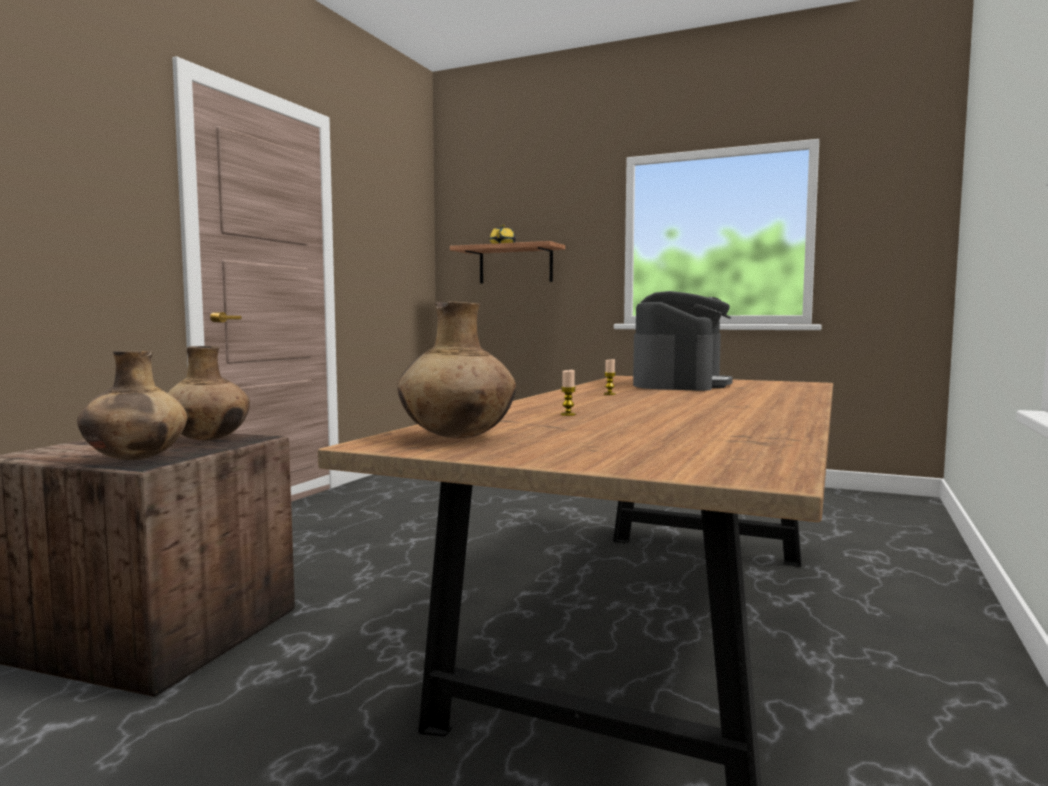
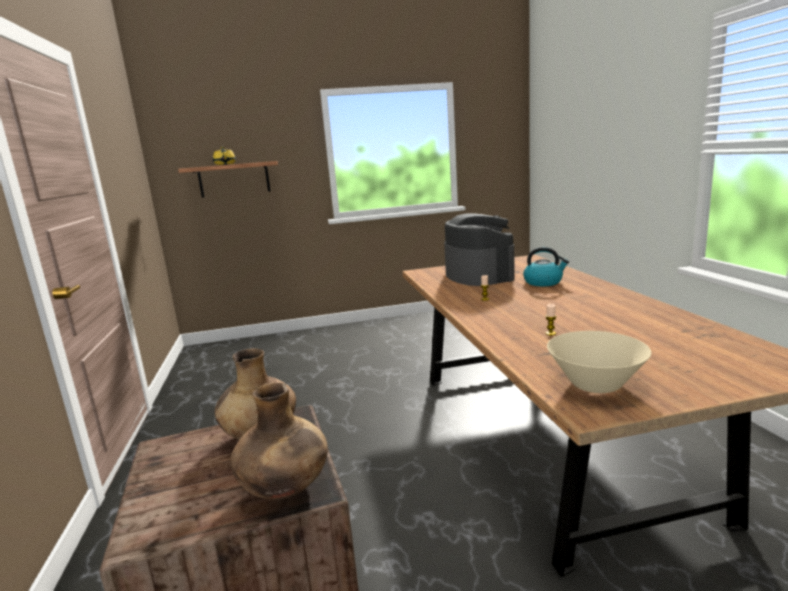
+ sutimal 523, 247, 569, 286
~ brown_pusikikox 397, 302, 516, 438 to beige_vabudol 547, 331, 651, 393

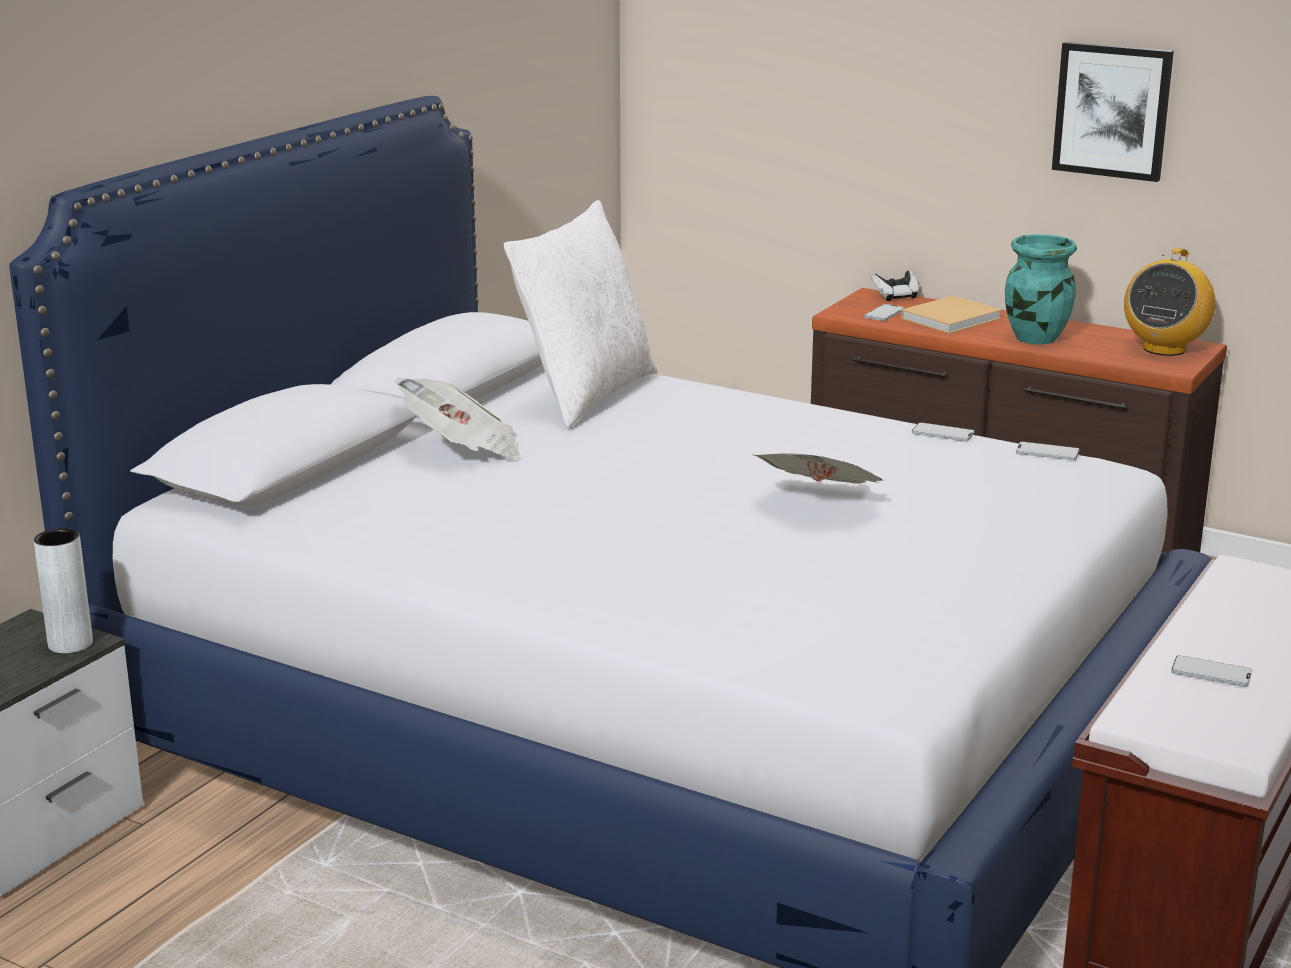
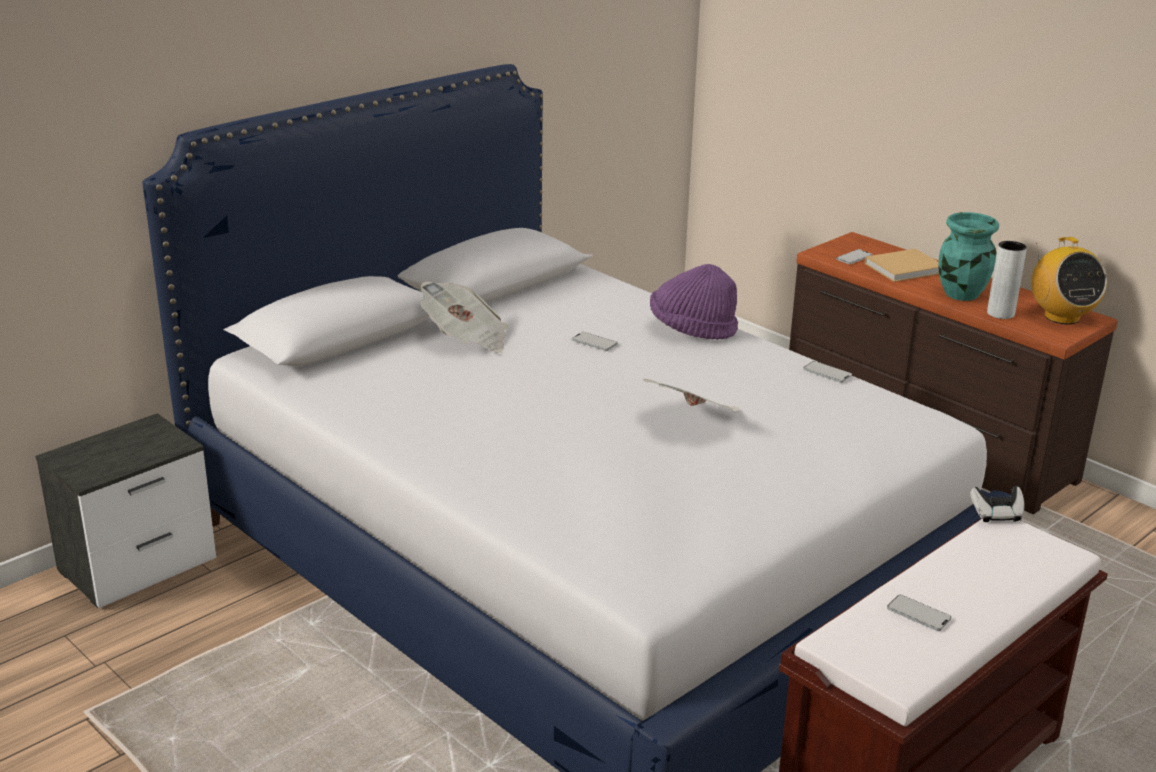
- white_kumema 504, 200, 658, 428
- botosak 1052, 42, 1174, 182
+ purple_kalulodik 650, 264, 738, 340
~ grey_pusikikox 34, 528, 93, 654 to 987, 241, 1027, 319
~ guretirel 871, 271, 919, 301 to 970, 486, 1025, 522
~ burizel 1016, 442, 1079, 460 to 572, 332, 618, 351
~ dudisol 1124, 248, 1216, 356 = 1031, 237, 1107, 324 60 degrees counterclockwise

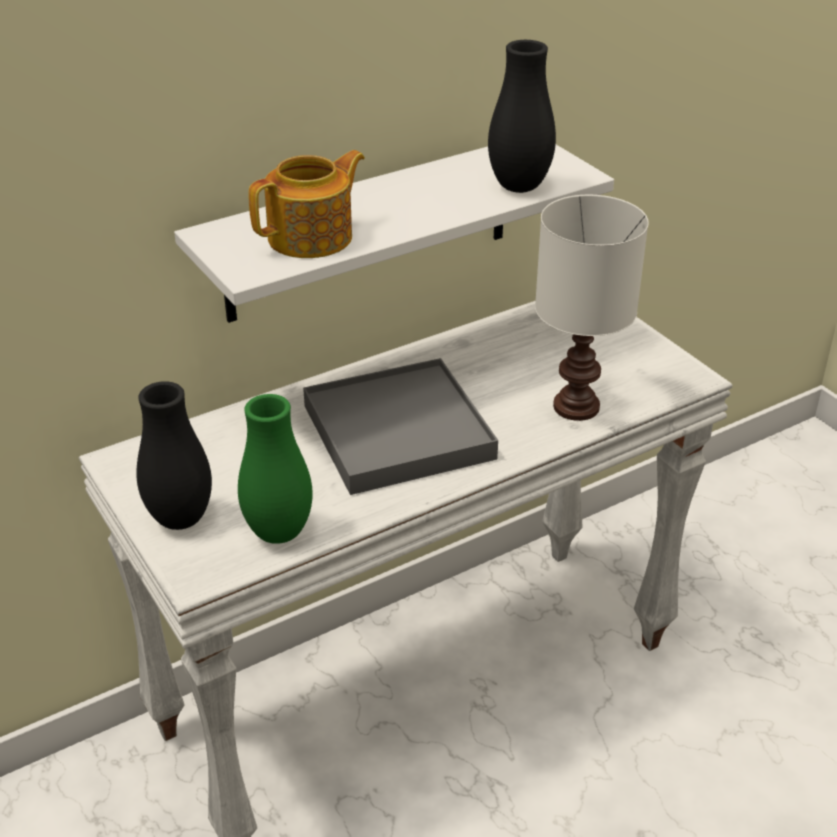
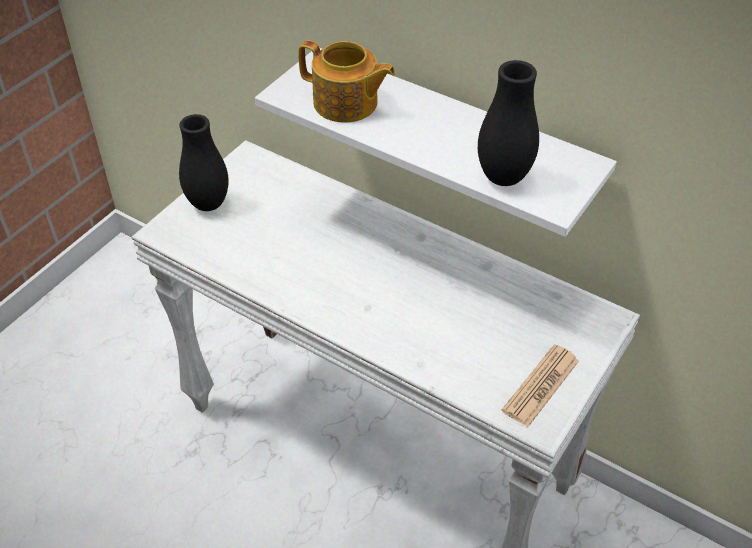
- green_pusikikox 238, 394, 313, 544
- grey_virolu 303, 358, 498, 495
- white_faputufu 535, 195, 649, 421
+ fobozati 502, 344, 579, 427

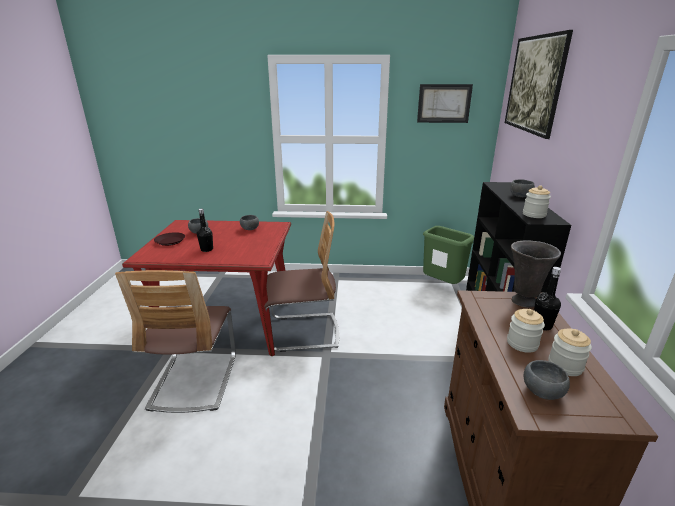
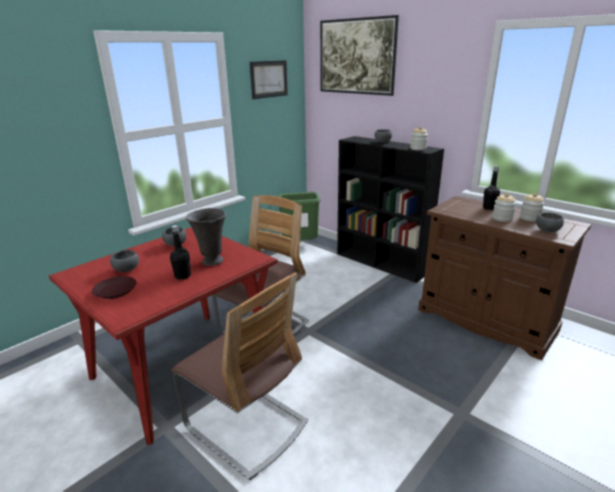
~ grey_pusikikox 511, 240, 561, 308 to 186, 208, 226, 266

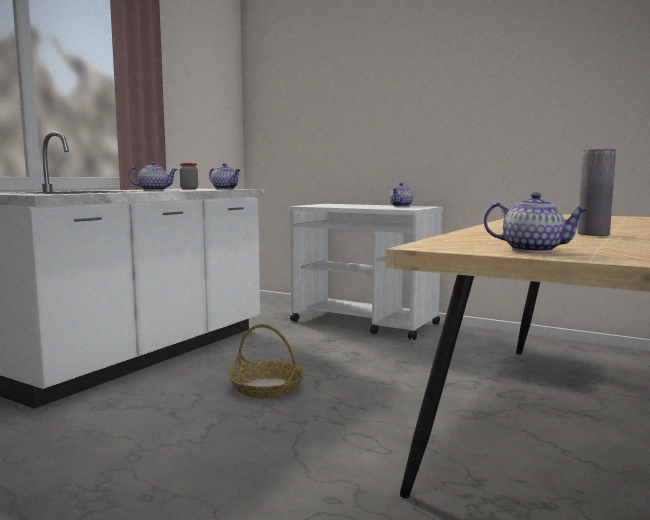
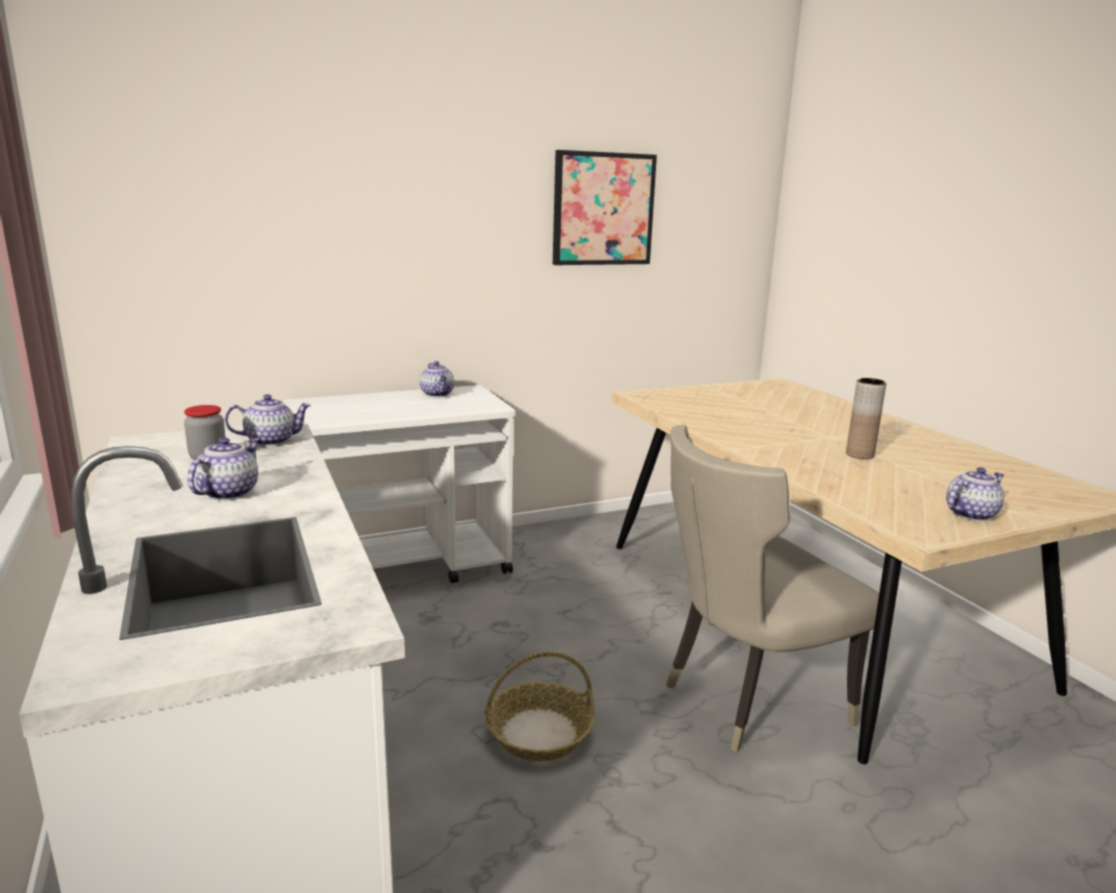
+ botosak 553, 150, 657, 265
+ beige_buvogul 666, 425, 879, 753
~ grey_pusikikox 577, 149, 616, 236 to brown_pusikikox 846, 378, 886, 459

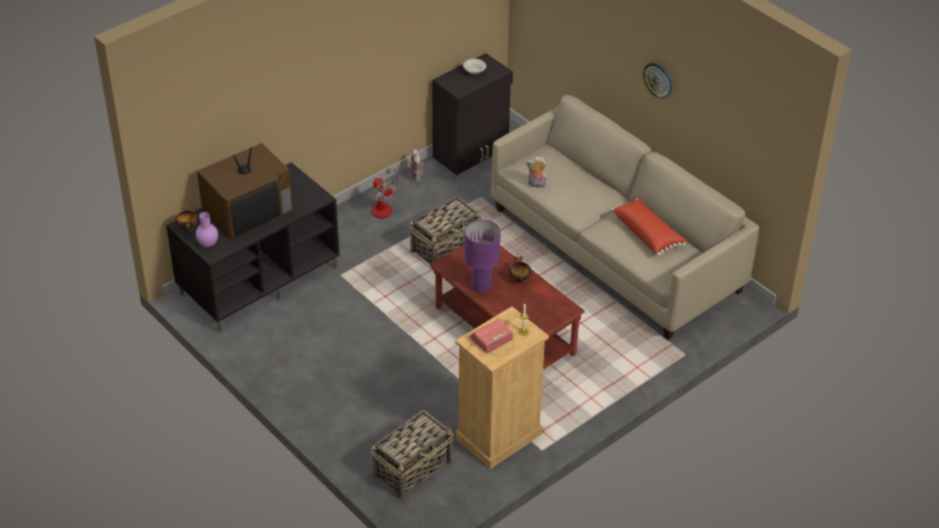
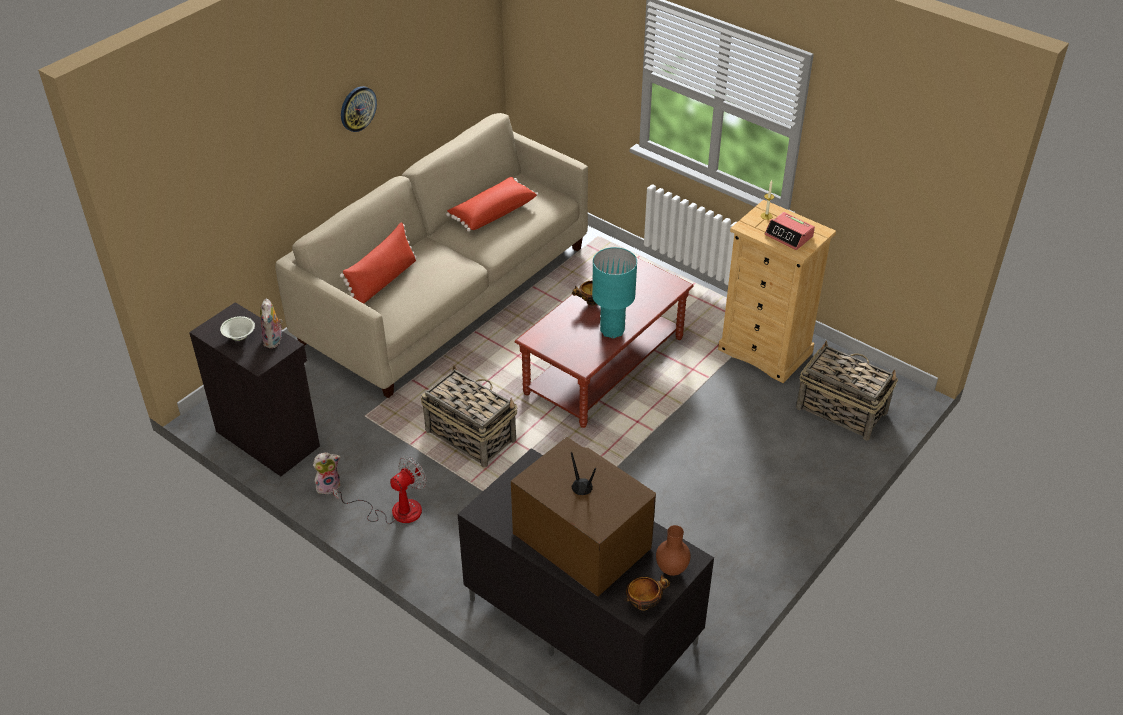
+ red_kumema 340, 222, 417, 304
~ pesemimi 526, 157, 547, 188 to 260, 299, 283, 348
~ purple_pusikikox 196, 212, 218, 247 to brown_pusikikox 656, 525, 691, 576
~ purple_faputufu 465, 220, 501, 293 to turquoise_faputufu 592, 247, 637, 338

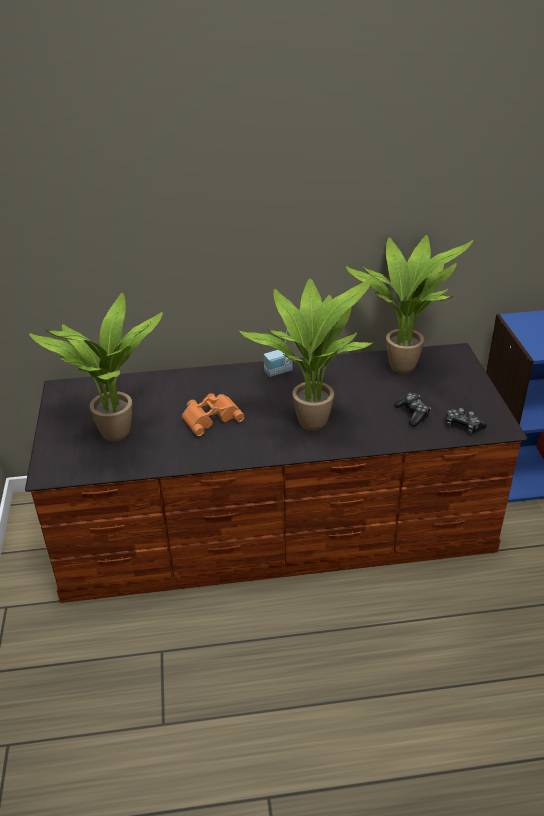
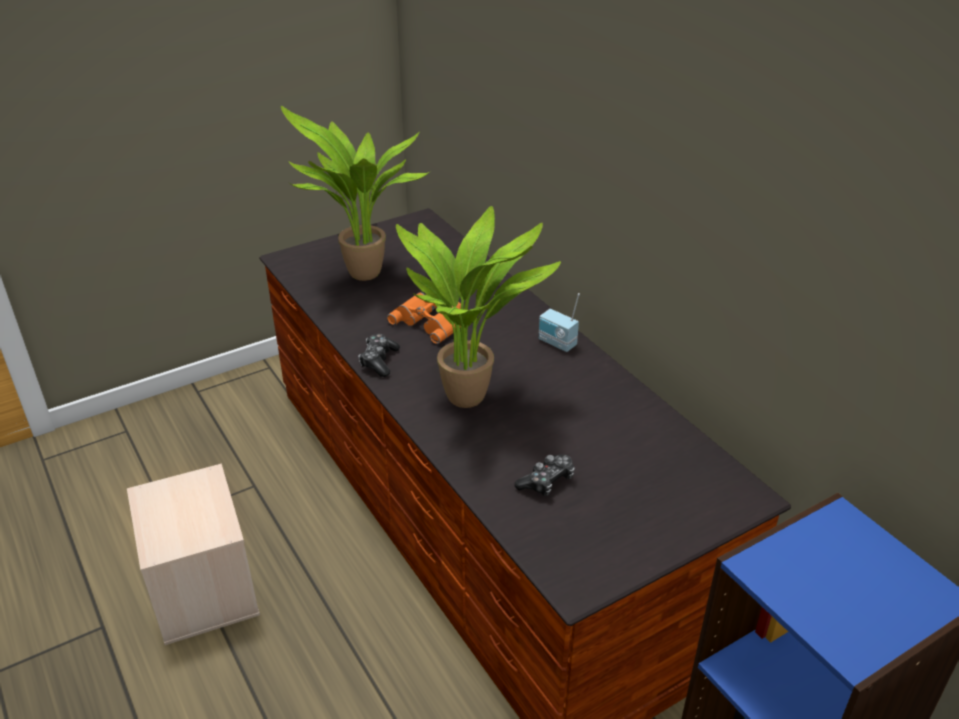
- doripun 346, 235, 473, 373
+ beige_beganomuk 127, 464, 260, 645
~ guretirel 446, 408, 487, 433 to 358, 334, 400, 377

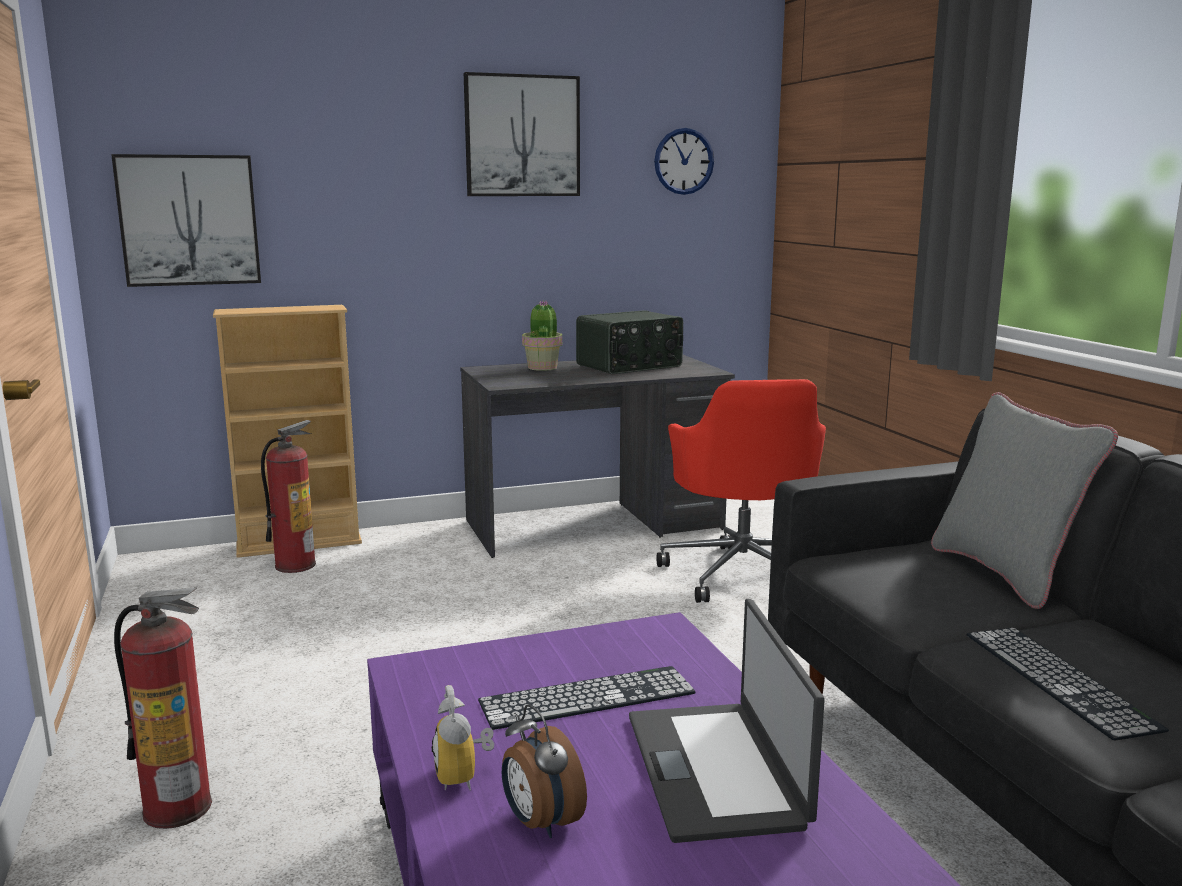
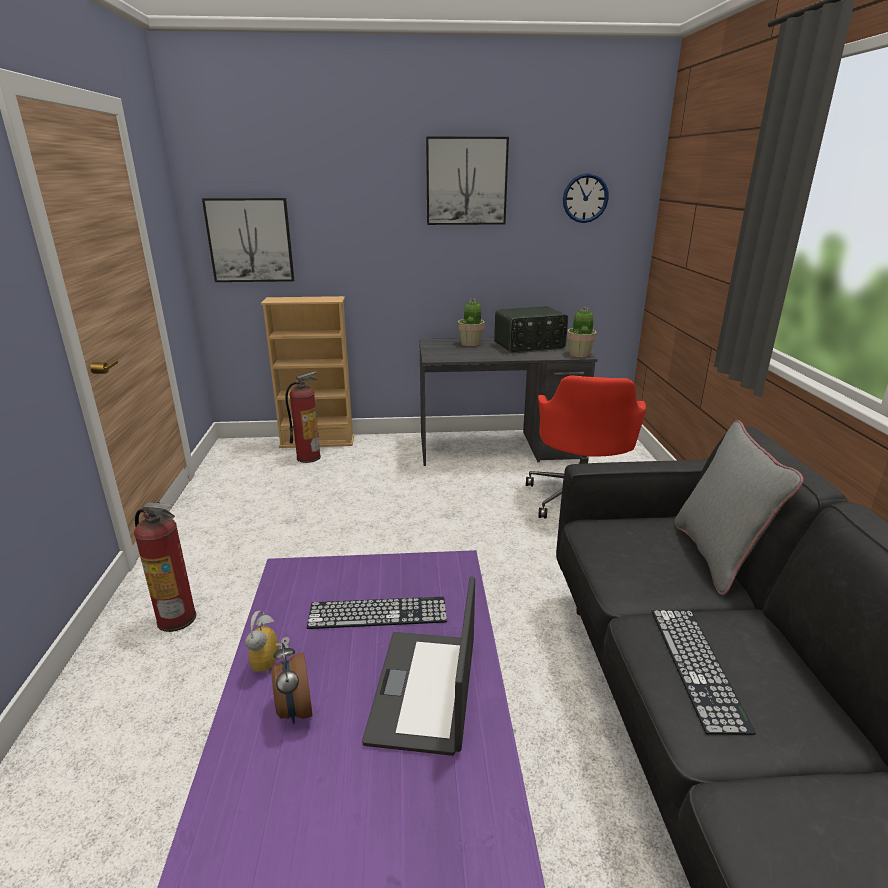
+ doripun 567, 306, 597, 357

